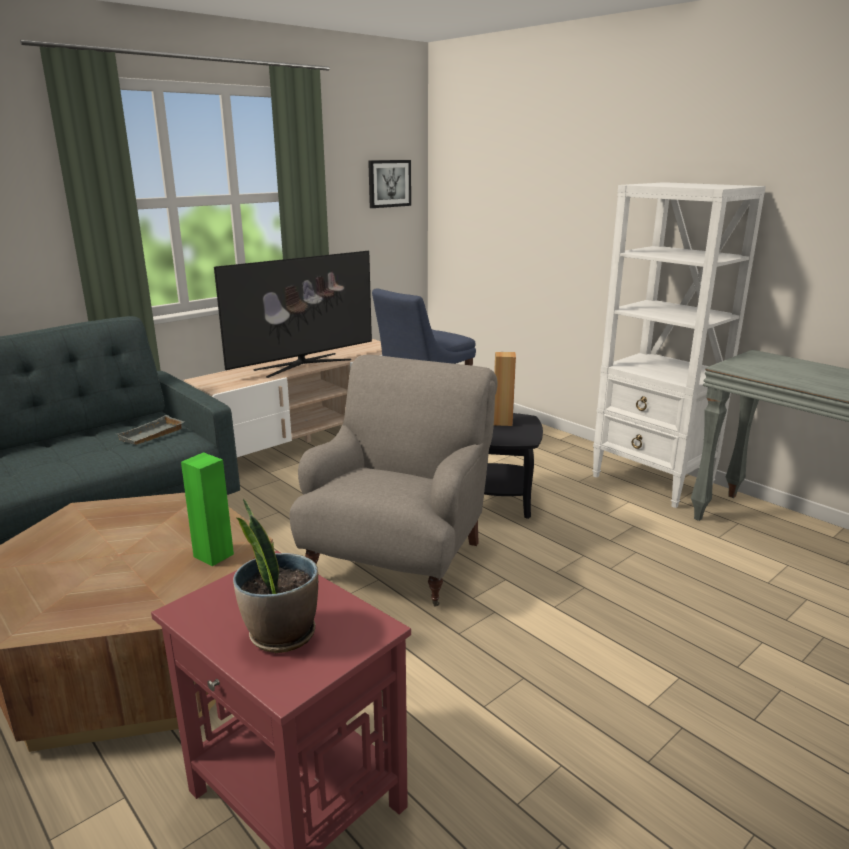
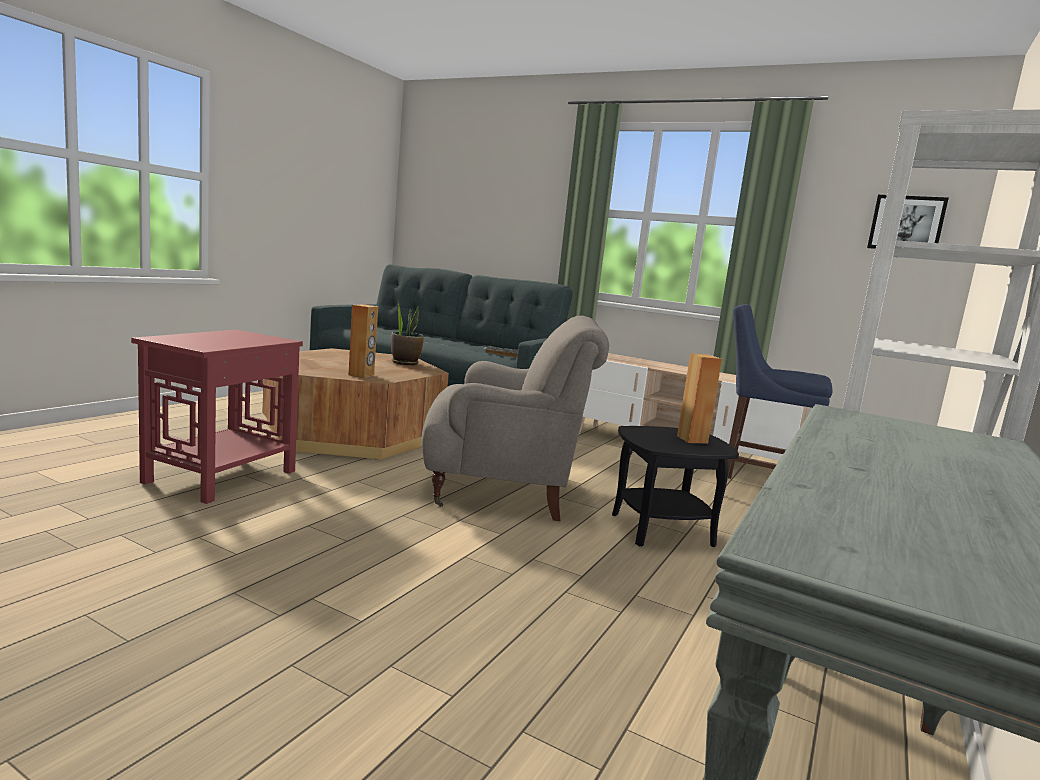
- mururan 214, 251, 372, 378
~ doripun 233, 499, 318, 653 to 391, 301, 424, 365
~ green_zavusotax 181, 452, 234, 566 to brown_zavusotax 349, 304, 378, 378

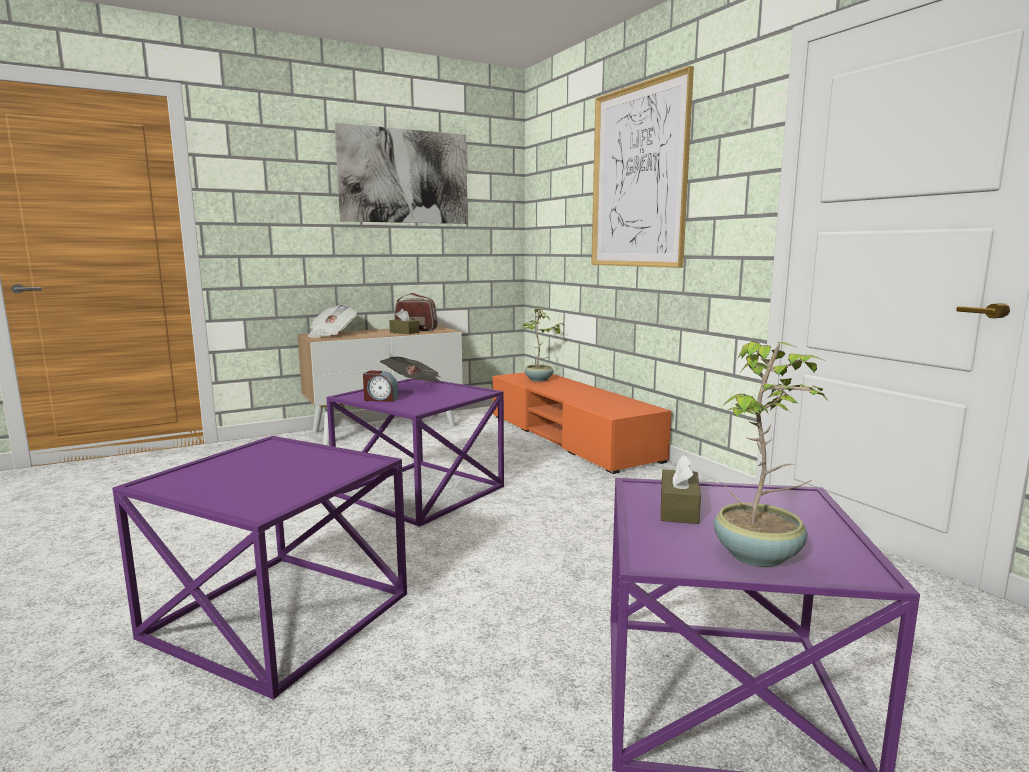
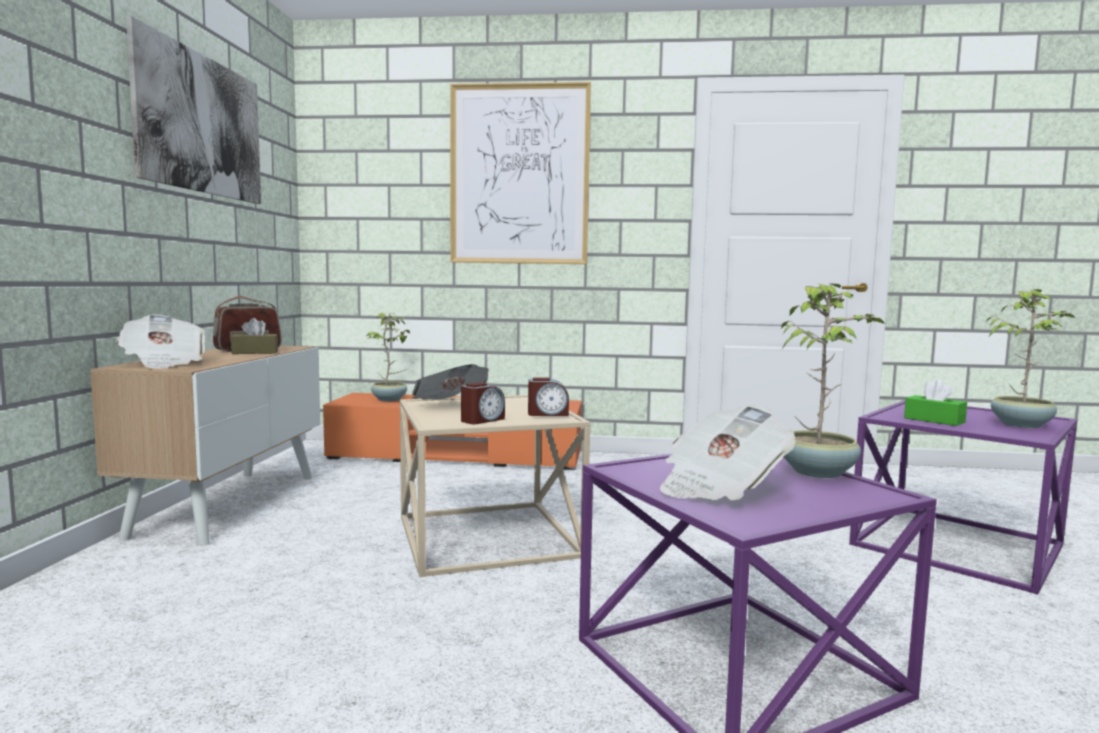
+ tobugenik 528, 378, 569, 416
+ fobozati 660, 406, 796, 500
+ doripun 781, 283, 885, 478
~ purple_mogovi 326, 378, 504, 527 to beige_mogovi 400, 395, 590, 577
~ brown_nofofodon 661, 455, 701, 524 to green_nofofodon 904, 379, 967, 426

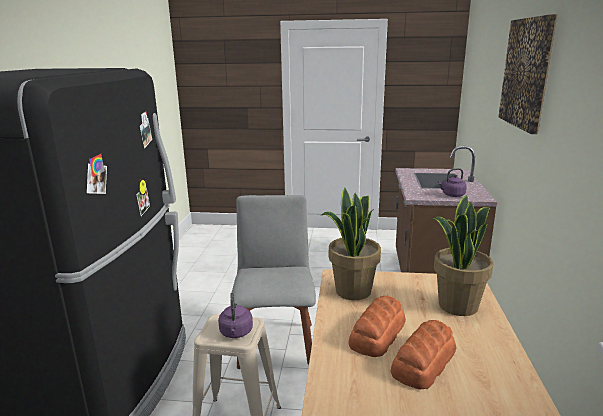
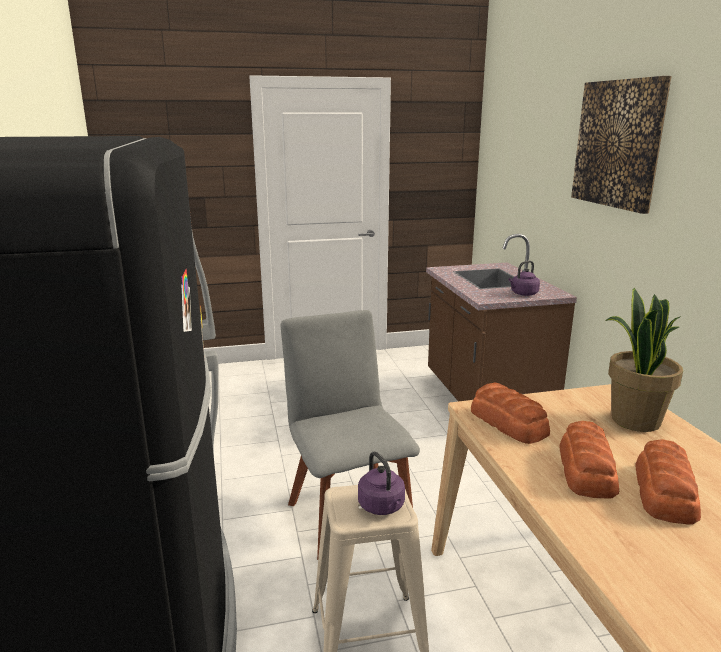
~ doripun 322, 188, 381, 300 to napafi 471, 383, 550, 444

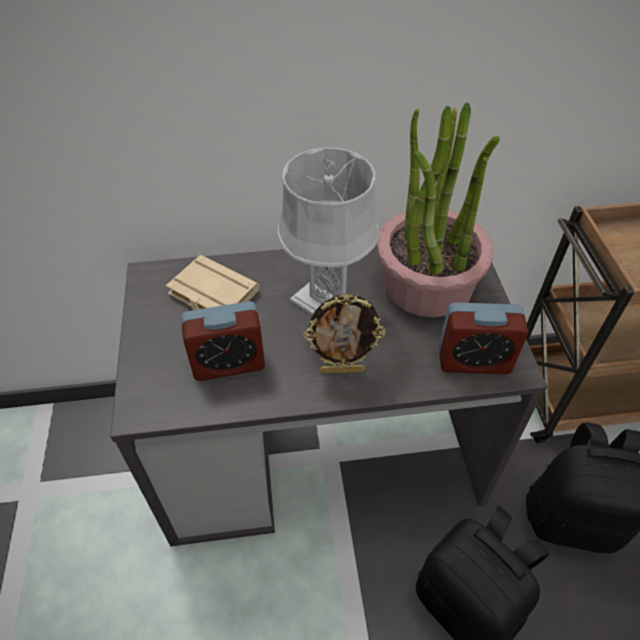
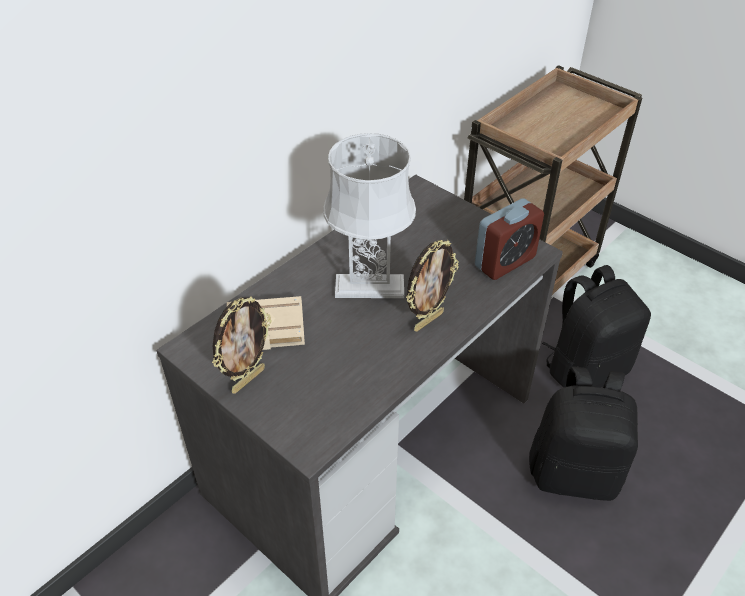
- tobugenik 181, 301, 265, 381
- doripun 377, 102, 500, 317
+ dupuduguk 212, 296, 272, 394

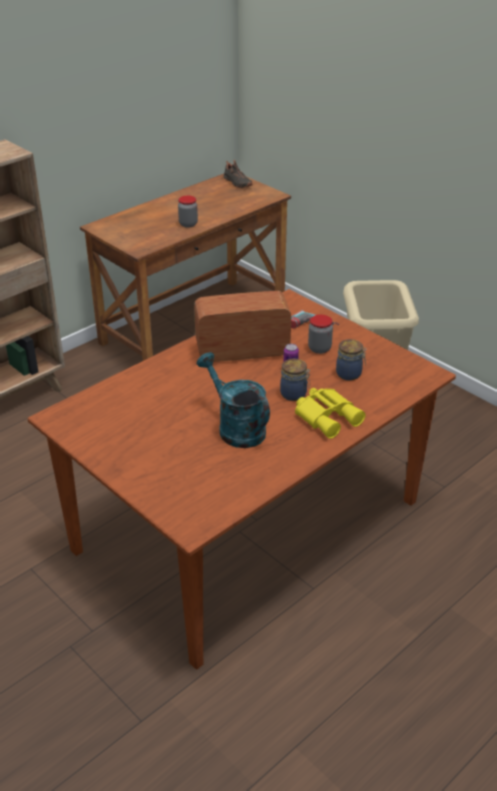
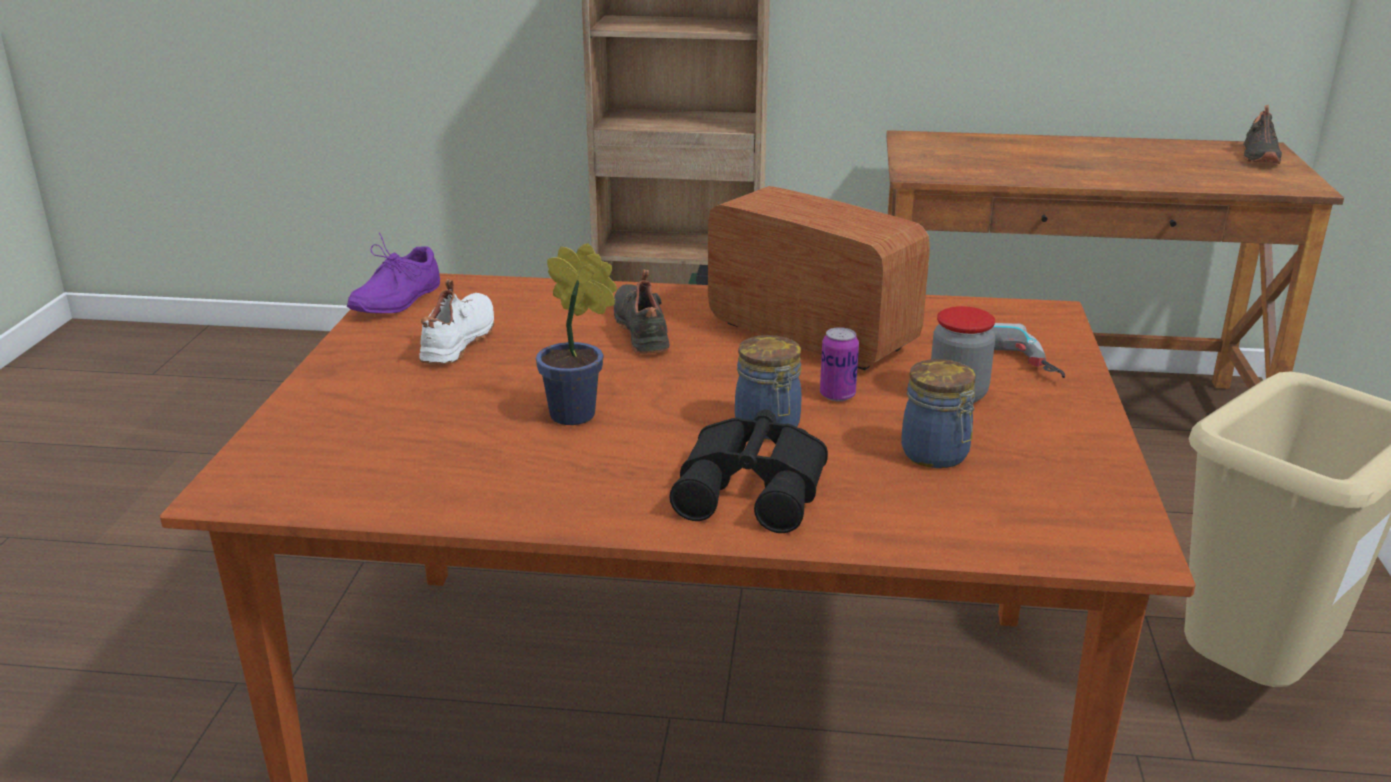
- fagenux 178, 196, 198, 228
+ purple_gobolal 347, 233, 440, 313
+ white_gobolal 419, 279, 494, 365
+ black_gobolal 614, 269, 670, 354
~ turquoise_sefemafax 197, 352, 270, 448 to doripun 536, 243, 617, 425
~ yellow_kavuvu 295, 388, 366, 439 to black_kavuvu 669, 410, 828, 533

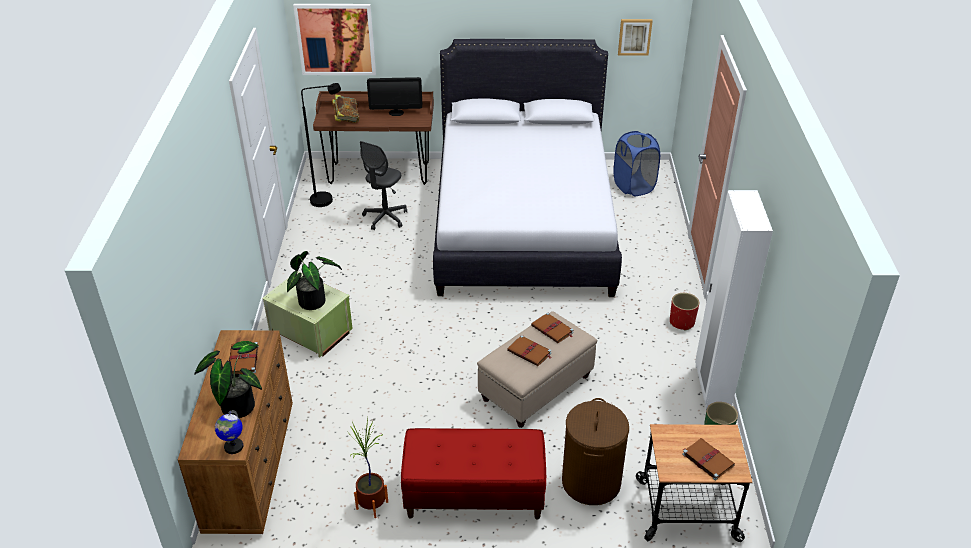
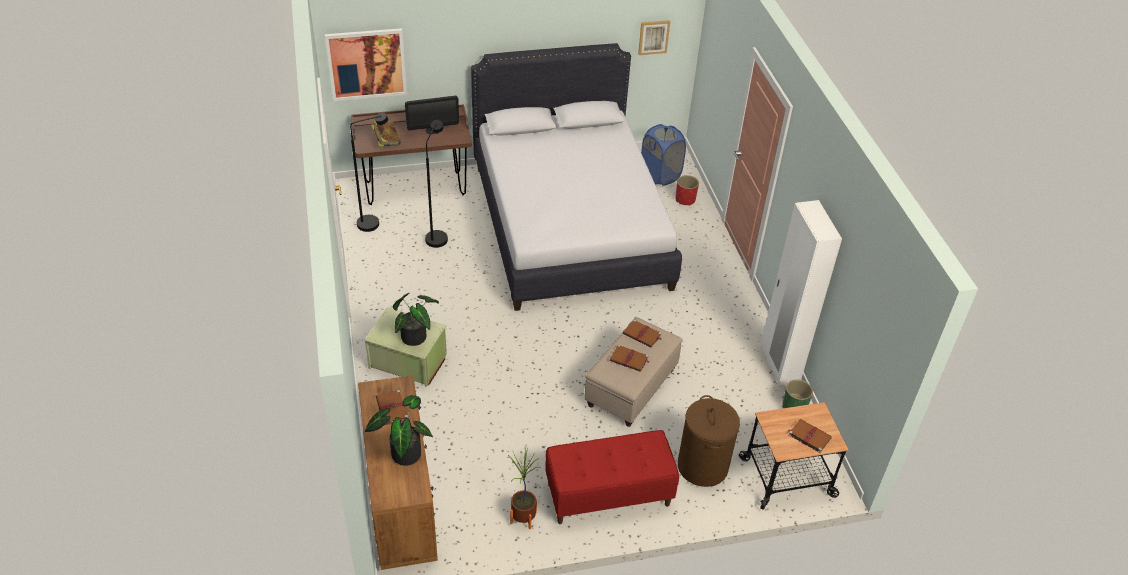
- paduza 215, 410, 243, 454
~ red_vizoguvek 670, 293, 699, 331 to 675, 175, 699, 206
~ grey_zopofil 360, 141, 407, 230 to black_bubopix 425, 120, 448, 248

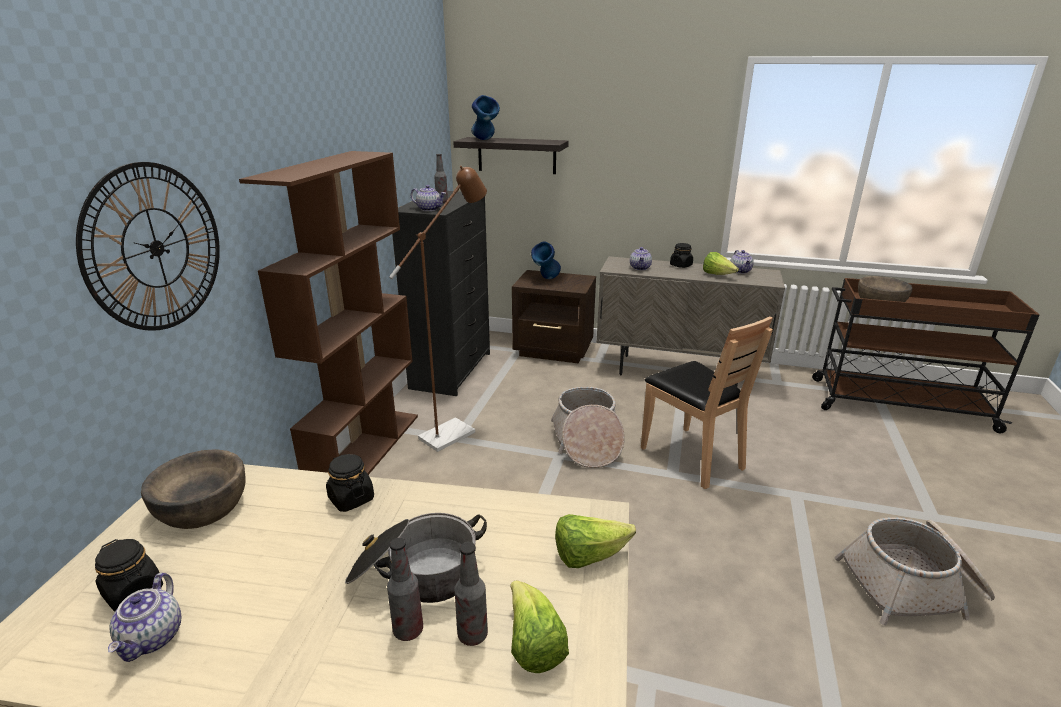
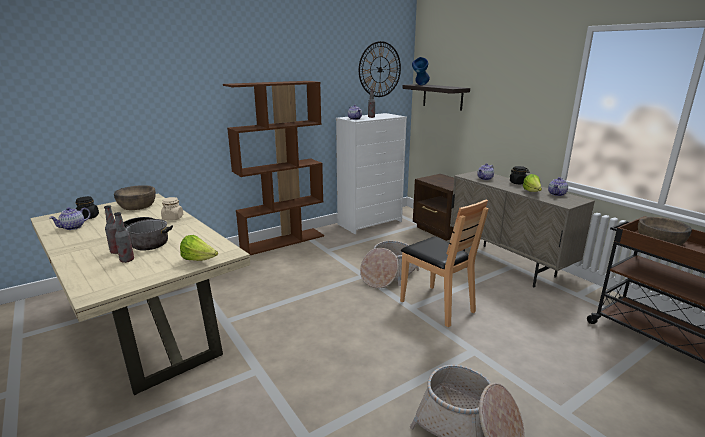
- brown_bubopix 389, 166, 487, 452
- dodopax 511, 580, 569, 673
- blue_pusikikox 531, 242, 561, 279
~ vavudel 76, 162, 220, 331 to 359, 41, 401, 97
~ black_fagenux 326, 454, 374, 512 to beige_fagenux 161, 197, 183, 220
~ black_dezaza 392, 191, 490, 396 to white_dezaza 336, 113, 407, 234
~ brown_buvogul 641, 316, 773, 489 = 400, 199, 489, 327 45 degrees counterclockwise

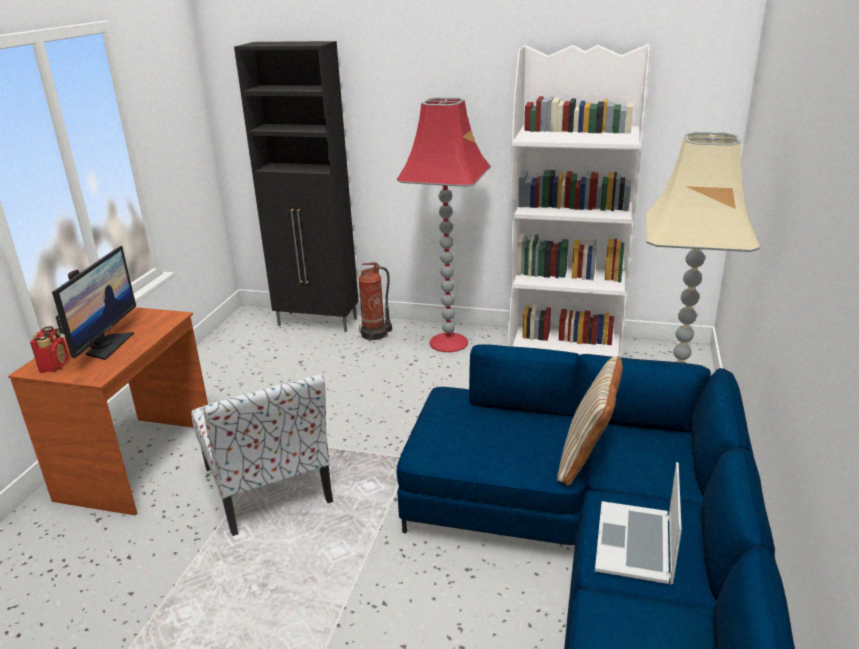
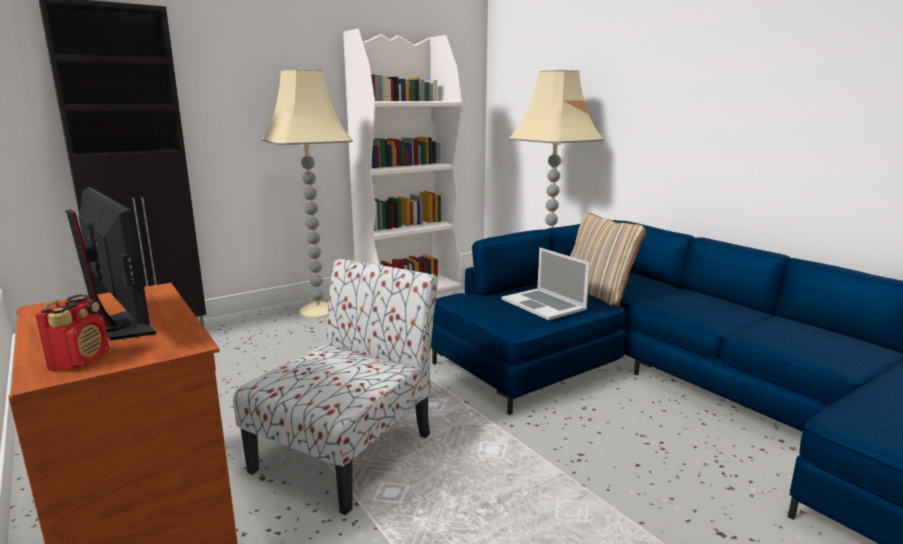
- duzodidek 358, 262, 392, 342
~ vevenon 595, 462, 682, 584 to 501, 247, 590, 320
~ red_bubopix 397, 97, 491, 352 to beige_bubopix 261, 68, 353, 318
~ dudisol 30, 326, 69, 373 = 36, 295, 109, 371 60 degrees clockwise
~ buvogul 191, 374, 333, 536 = 233, 259, 438, 515 75 degrees counterclockwise

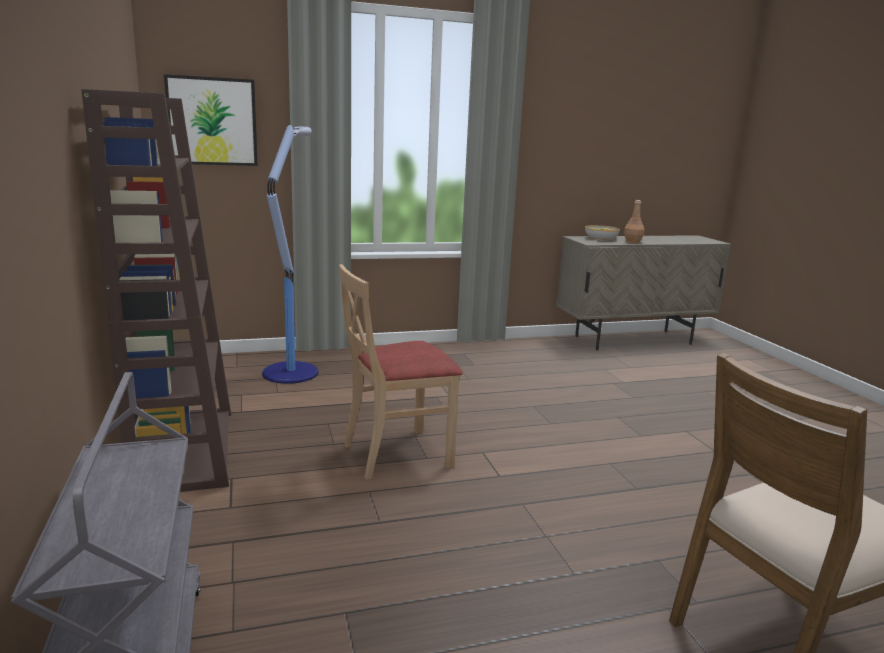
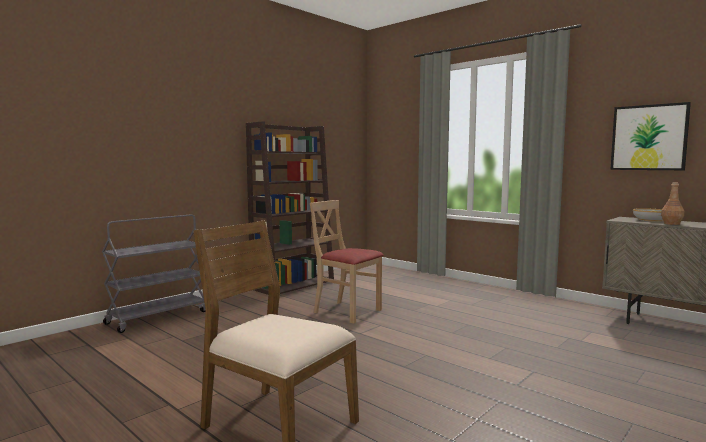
- bubopix 262, 125, 318, 384
~ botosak 164, 74, 258, 166 to 610, 102, 691, 170

